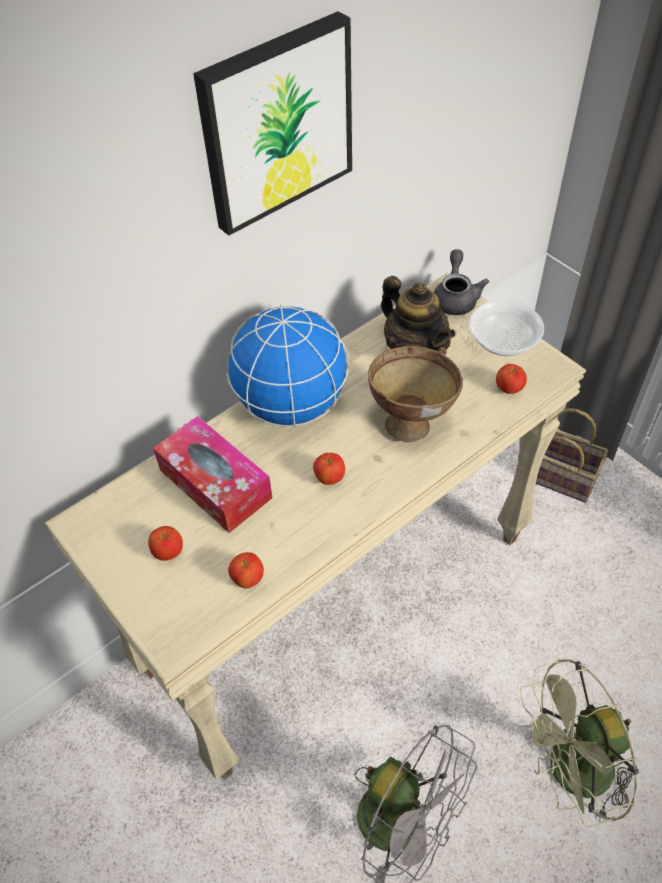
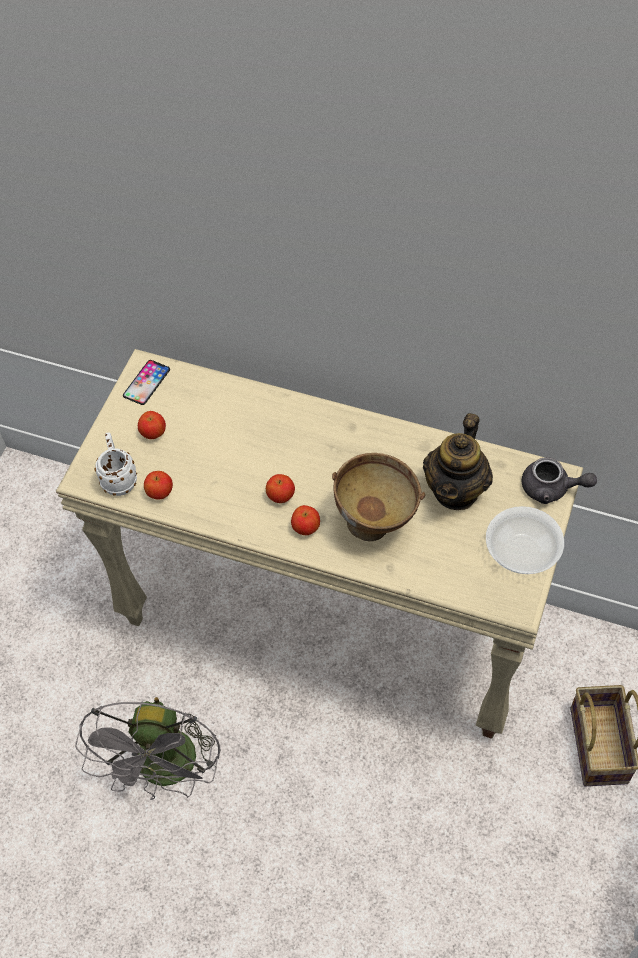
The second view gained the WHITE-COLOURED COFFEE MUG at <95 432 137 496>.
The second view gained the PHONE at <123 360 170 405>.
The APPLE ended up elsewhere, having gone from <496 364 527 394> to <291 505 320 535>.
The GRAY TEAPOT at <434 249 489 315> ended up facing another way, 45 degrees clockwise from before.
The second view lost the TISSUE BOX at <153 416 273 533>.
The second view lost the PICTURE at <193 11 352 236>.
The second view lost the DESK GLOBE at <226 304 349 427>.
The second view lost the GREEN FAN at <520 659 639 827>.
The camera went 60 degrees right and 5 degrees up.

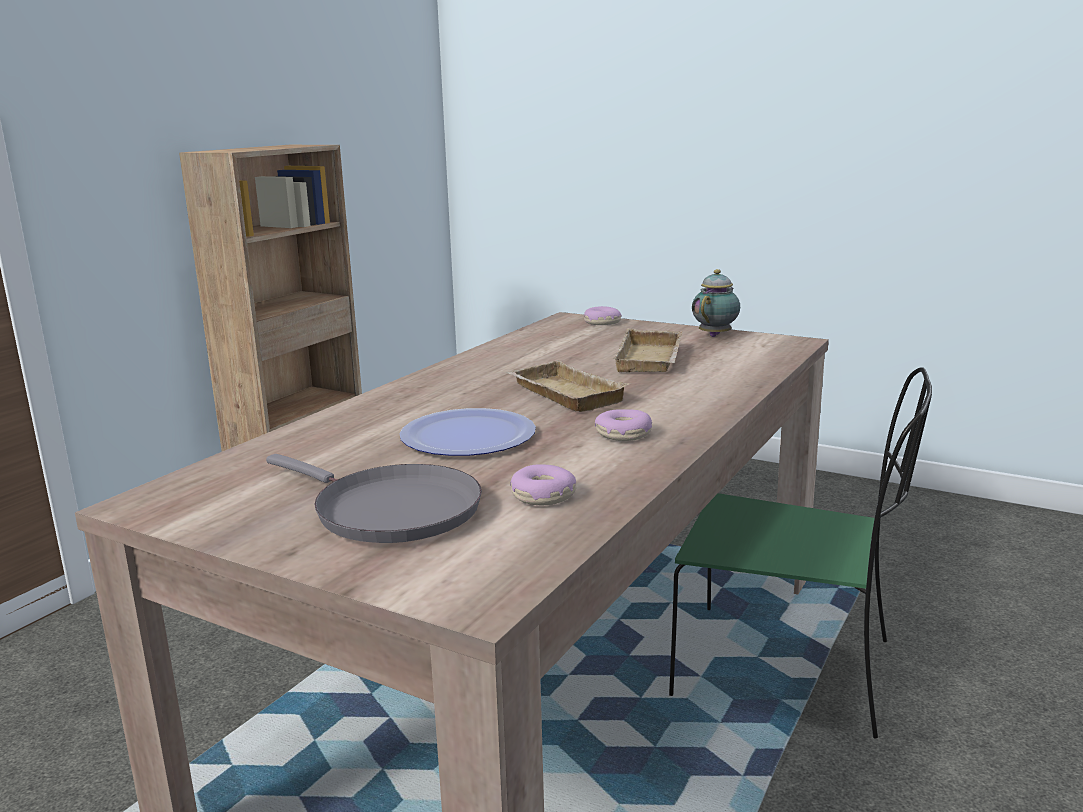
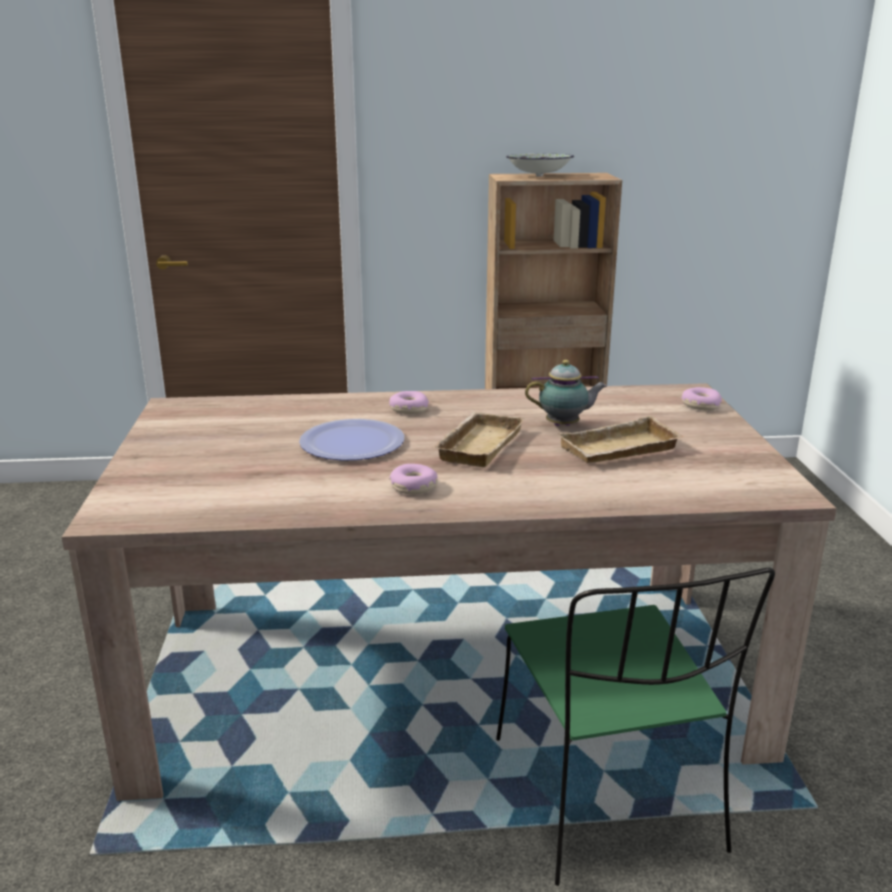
The DONUT ended up elsewhere, having gone from <510 464 577 506> to <390 391 429 414>.
The second view gained the BOWL at <506 154 574 176>.
The TEAPOT ended up elsewhere, having gone from <692 269 740 337> to <525 360 607 426>.
The second view lost the GRAY PAN at <266 454 482 543>.
The camera went 55 degrees right and 5 degrees up.

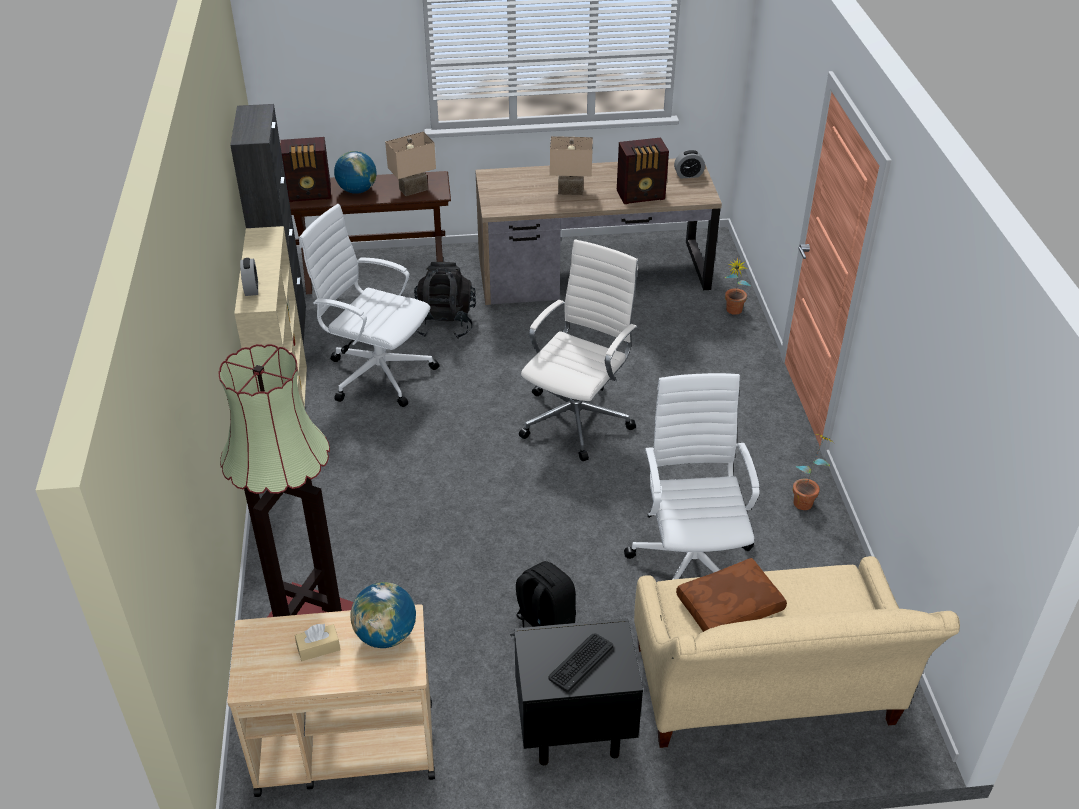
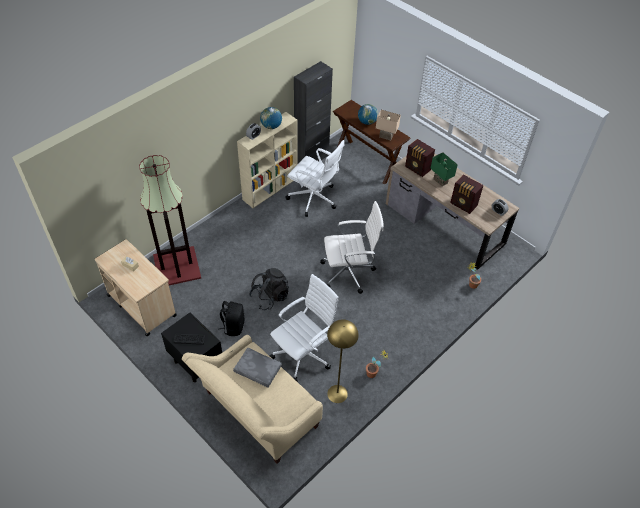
What was the BROWN-COLOURED PILLOW at <676 558 787 632> turned into the GRAY PILLOW at <233 348 282 388>.
The BLACK RUCKSACK ended up elsewhere, having gone from <414 262 476 339> to <249 268 289 310>.
The DESK GLOBE ended up elsewhere, having gone from <350 582 416 648> to <260 107 282 129>.
The WHITE-COLOURED COMPUTER CHAIR at <299 204 440 407> ended up facing another way, 135 degrees clockwise from before.
The second view gained the YELLOWISH FLOOR LAMP at <327 319 359 403>.
The RADIO ended up elsewhere, having gone from <280 137 331 202> to <405 139 435 177>.
What was the BEIGE-COLOURED LAMP FOR A TABLE at <550 136 593 195> turned into the GREEN LAMP FOR A TABLE at <430 152 458 186>.
The camera went 50 degrees right and 10 degrees up.

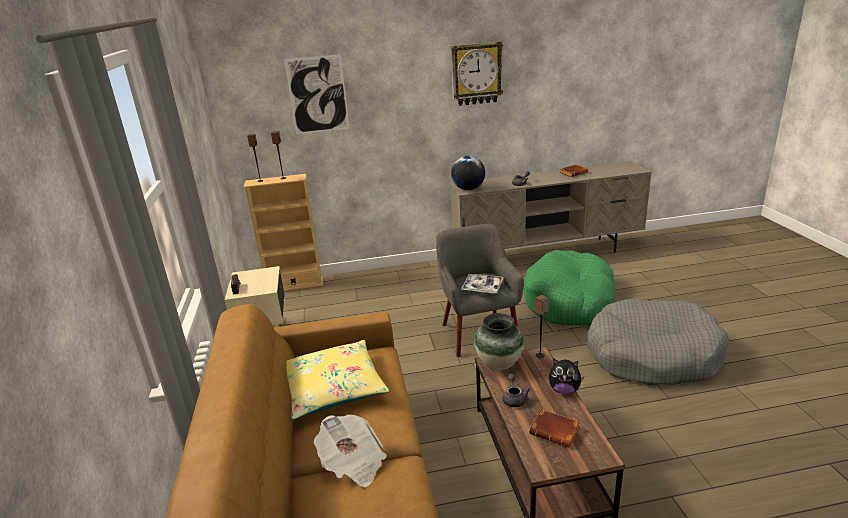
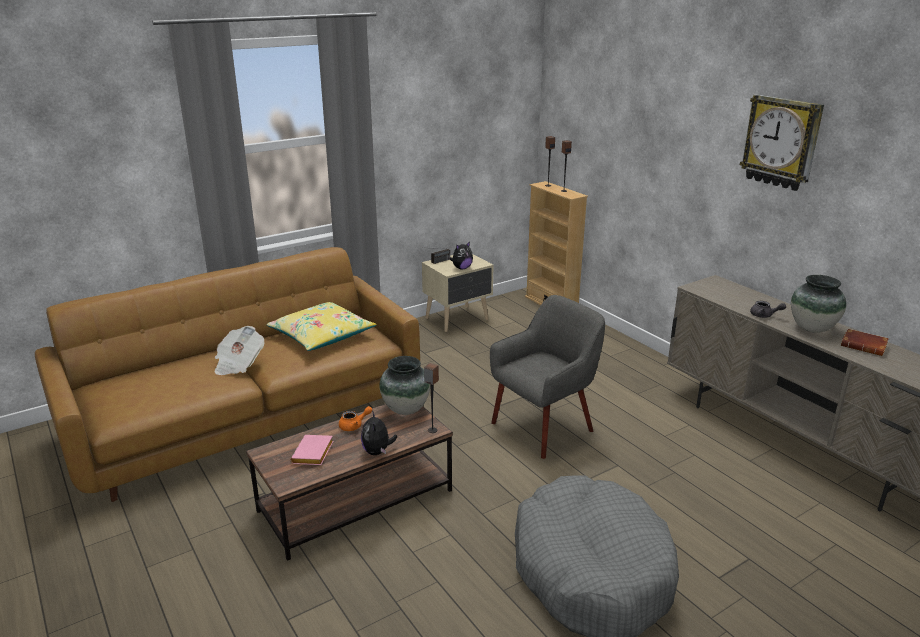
What was the BROWN-COLOURED BOOK at <529 409 580 448> turned into the PINKISH BOOK at <291 435 333 465>.
What was the GRAY TEAPOT at <502 373 531 407> turned into the ORANGE TEAPOT at <339 406 372 431>.
The second view gained the CUDDLY TOY at <450 242 473 269>.
The second view gained the FLOWER VASE at <791 275 846 333>.
The second view lost the PICTURE at <284 54 350 134>.
The second view lost the DESK GLOBE at <451 156 485 190>.
The second view lost the CARRYING TRAY at <461 274 504 293>.
The second view lost the GREEN PET BED at <523 250 615 326>.
The camera went 65 degrees right and 0 degrees up.

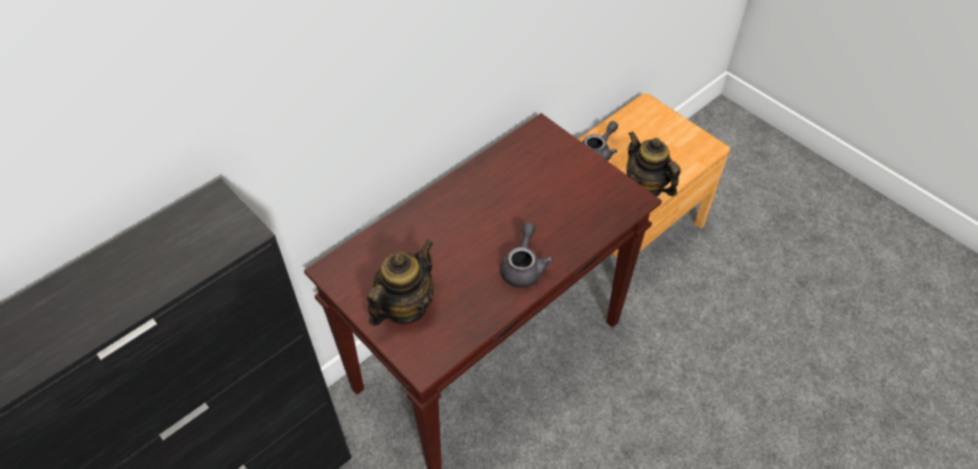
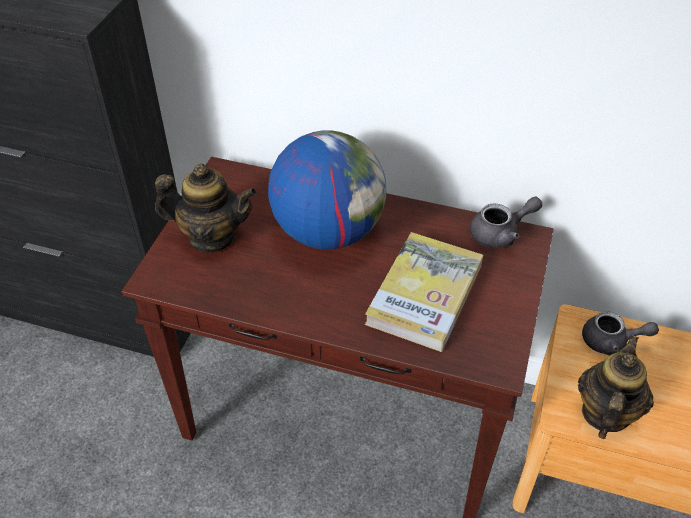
The second view gained the DESK GLOBE at <268 130 387 249>.
The second view gained the BOOK at <365 232 483 352>.
The GRAY TEAPOT ended up elsewhere, having gone from <500 222 553 288> to <470 197 542 248>.
The camera went 60 degrees right and 5 degrees down.

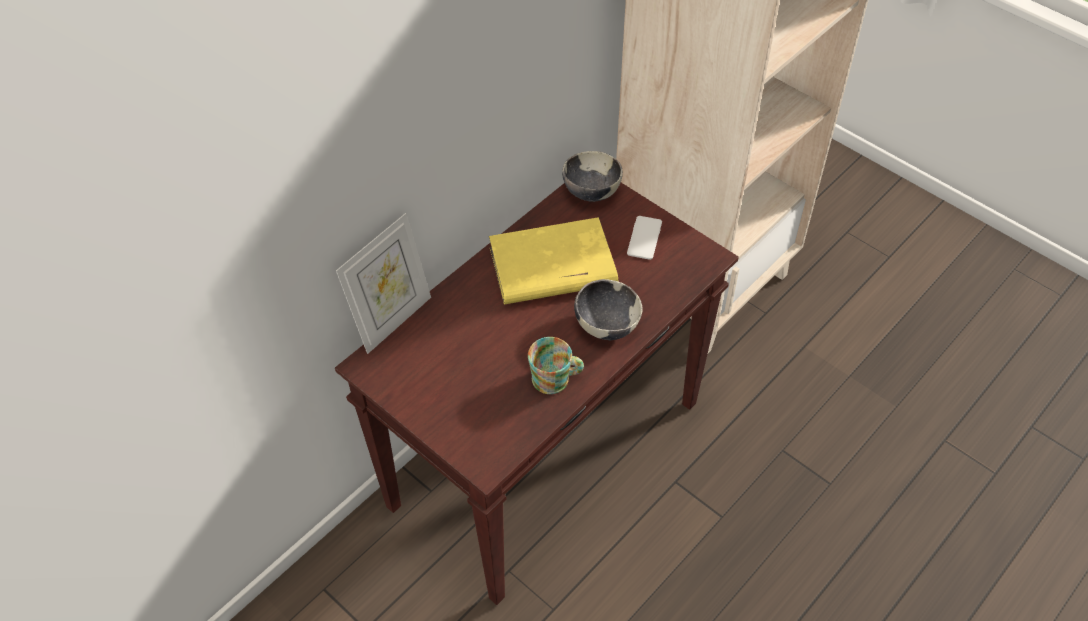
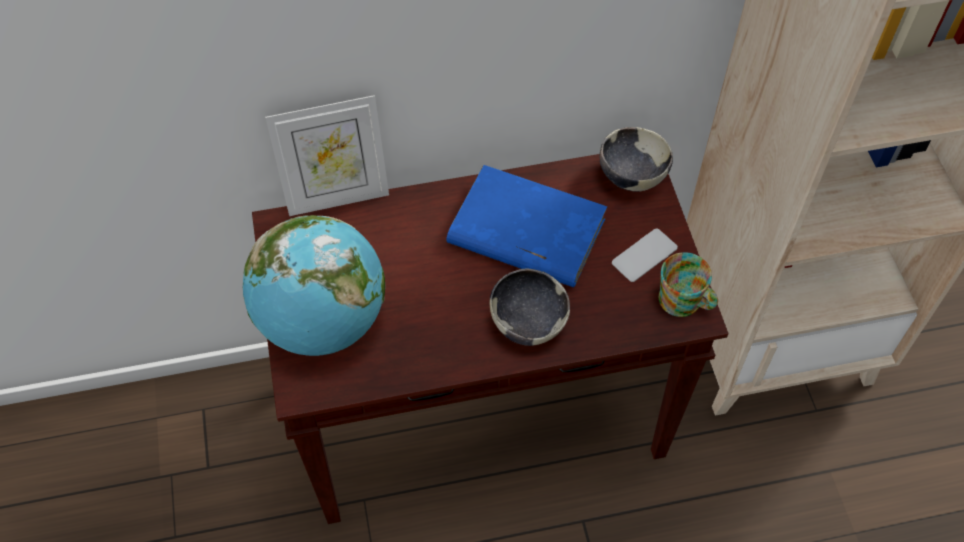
The second view gained the DESK GLOBE at <242 215 385 356>.
What was the YELLOWISH BOOK at <489 217 618 305> turned into the BLUE BOOK at <446 165 607 287>.
The COFFEE MUG ended up elsewhere, having gone from <528 337 584 394> to <659 252 718 317>.
The camera went 35 degrees right and 5 degrees up.

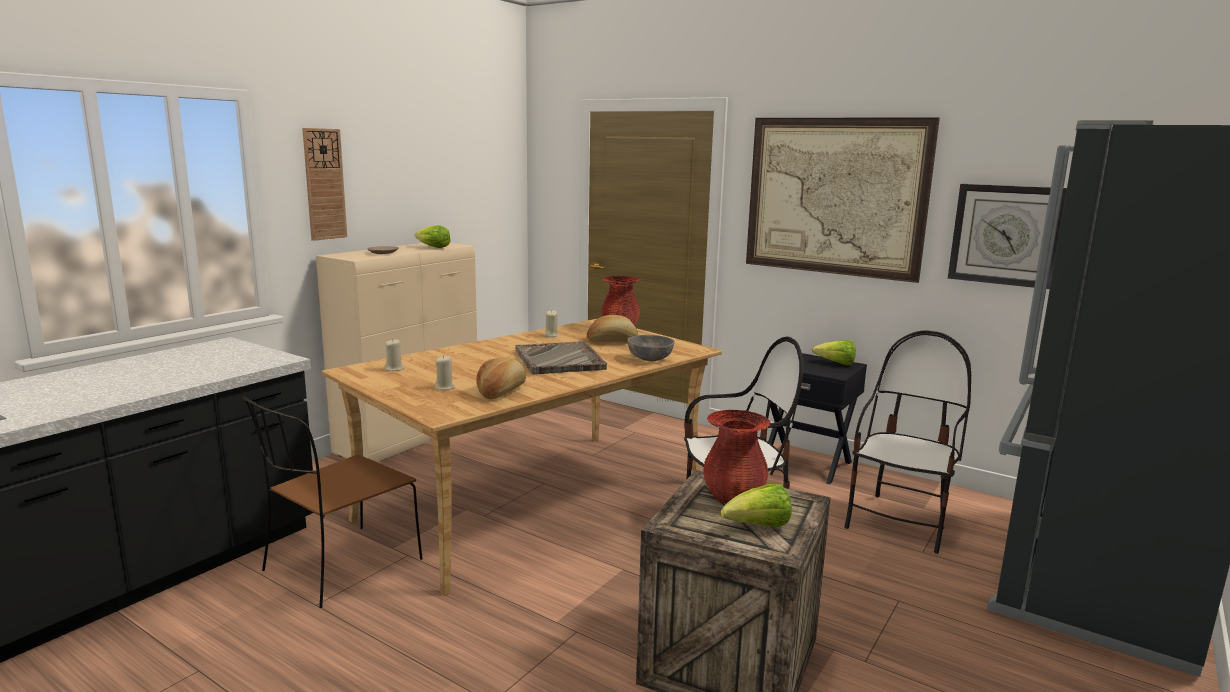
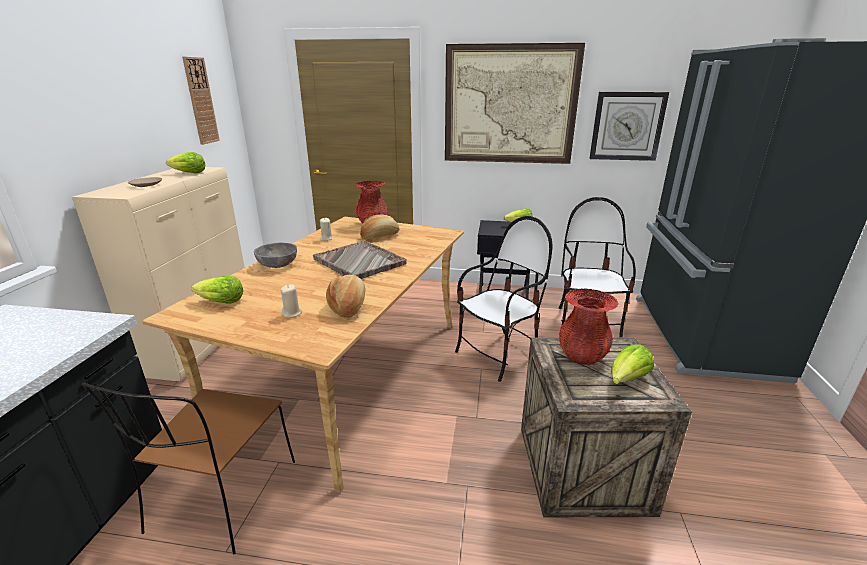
The HANGING CLOCK ended up elsewhere, having gone from <302 128 347 241> to <182 57 220 145>.
Where the BEIGE-COLOURED WAX LIGHT stood at <384 339 405 371>, the HEAD OF LETTUCE came to stand at <191 276 243 304>.
The GRAY BOWL ended up elsewhere, having gone from <628 335 674 361> to <254 242 297 268>.
The camera went 25 degrees left and 10 degrees up.

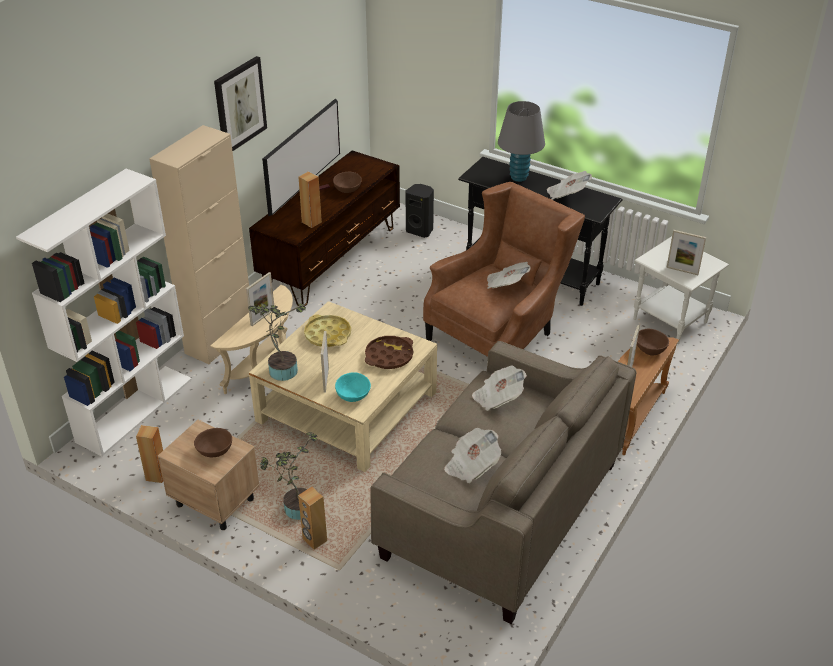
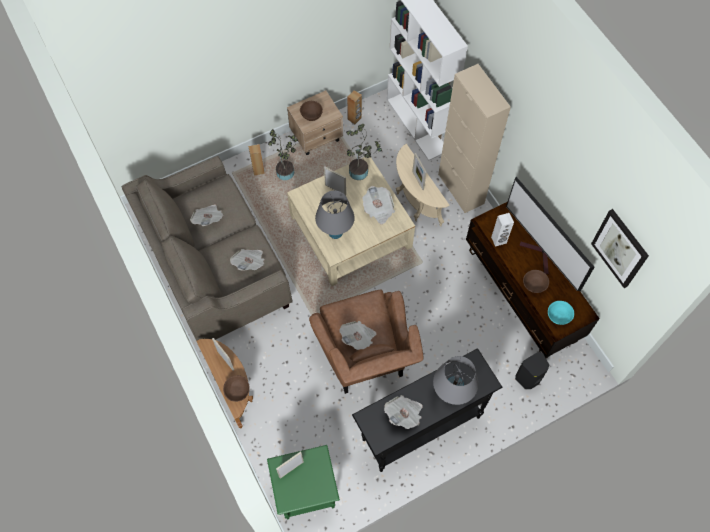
What was the WHITE-COLOURED END TABLE at <634 236 729 344> turned into the GREEN END TABLE at <267 445 340 519>.
Where the BROWN-COLOURED CARRYING TRAY stood at <365 336 413 369>, the GRAY LAMP FOR A TABLE came to stand at <315 191 355 239>.
Where the YELLOWISH CARRYING TRAY stood at <304 315 351 347>, the NEWSPAPER came to stand at <362 186 395 224>.
What was the BROWN-COLOURED LOUDSPEAKER at <299 171 322 228> turned into the WHITE-COLOURED LOUDSPEAKER at <491 213 514 246>.
The TURQUOISE BOWL ended up elsewhere, having gone from <335 372 371 402> to <548 301 574 325>.
The PICTURE ended up elsewhere, having gone from <214 56 267 151> to <591 209 649 288>.
The camera went 120 degrees right and 25 degrees up.

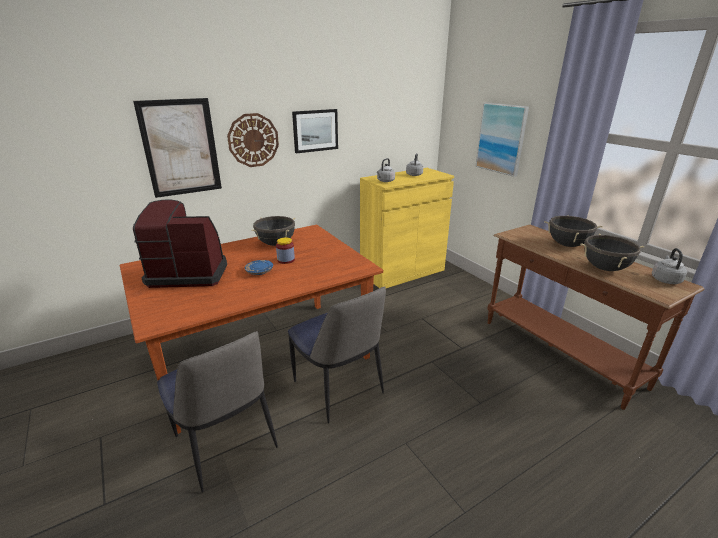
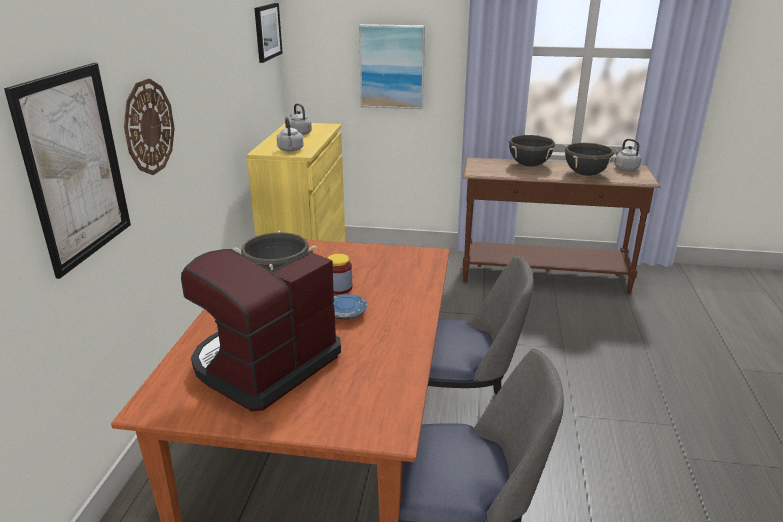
The PICTURE ended up elsewhere, having gone from <292 109 338 153> to <254 3 282 63>.
The camera went 50 degrees left and 0 degrees up.

